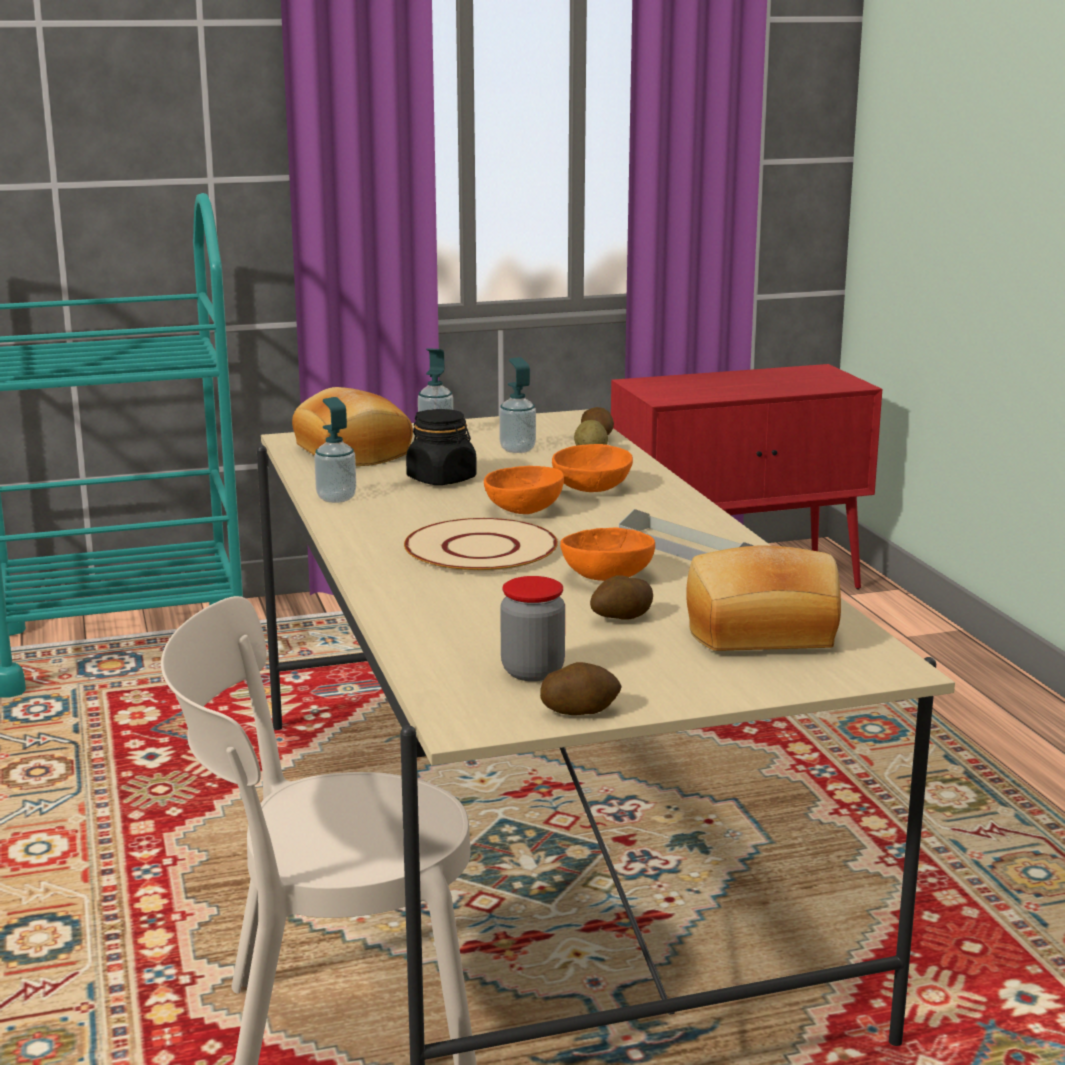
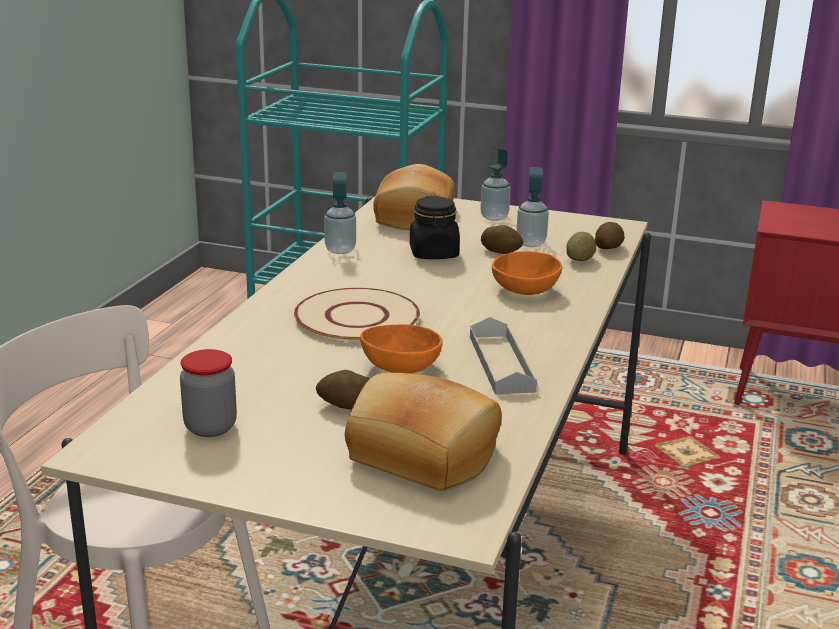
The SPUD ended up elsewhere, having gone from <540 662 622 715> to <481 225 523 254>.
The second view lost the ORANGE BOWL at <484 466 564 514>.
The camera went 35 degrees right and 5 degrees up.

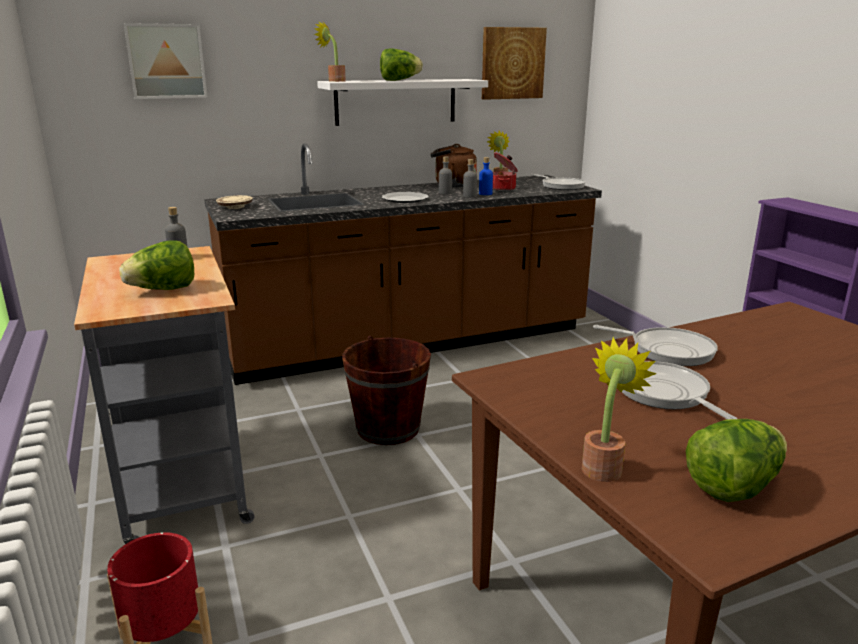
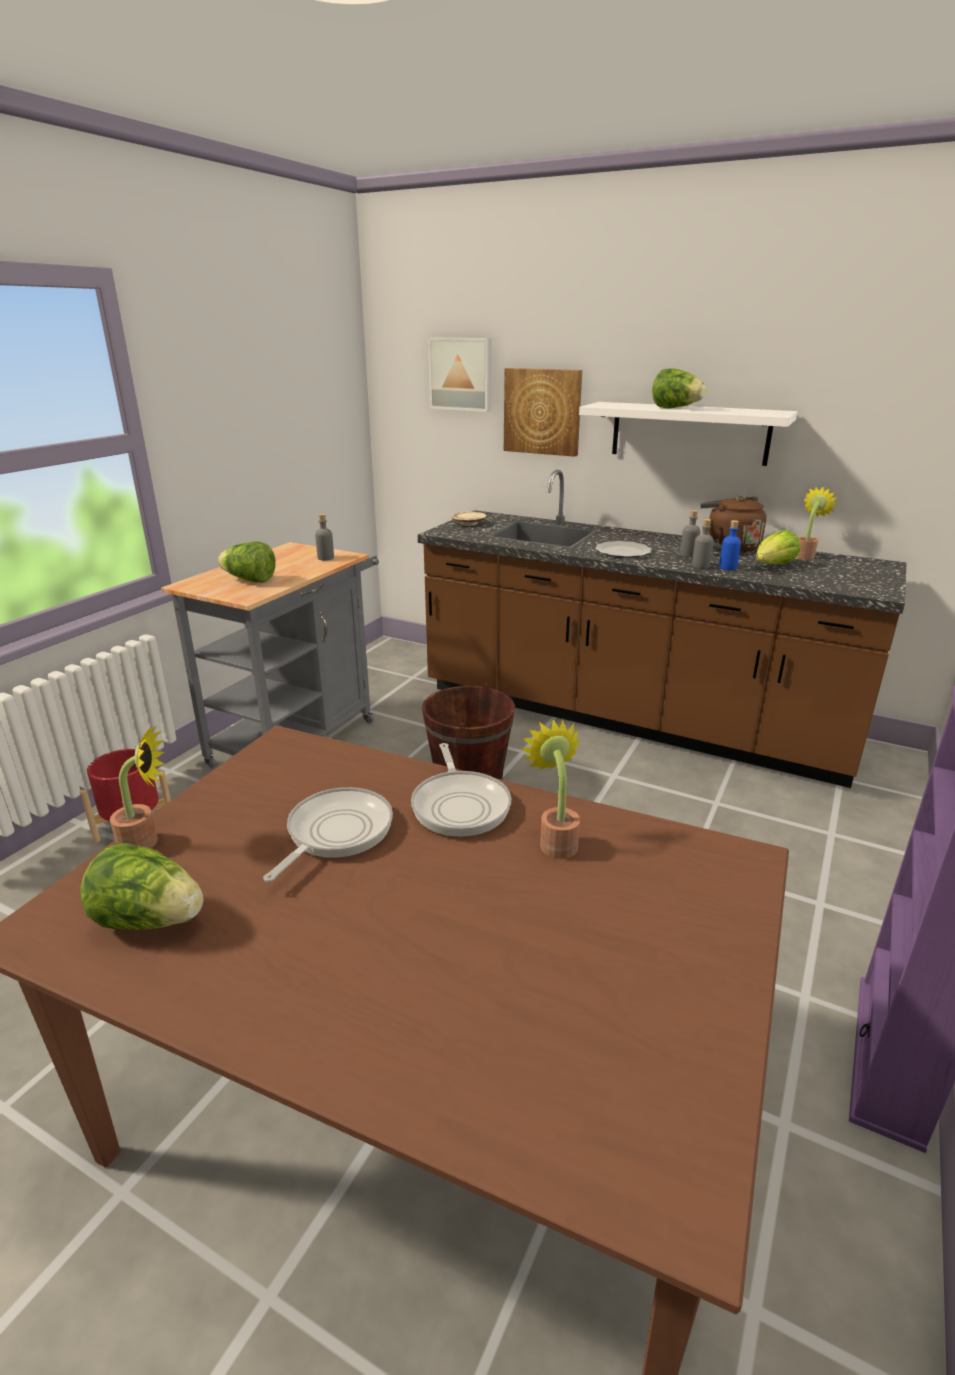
The PICTURE ended up elsewhere, having gone from <482 27 547 100> to <504 368 582 457>.
The PLANT IN A POT ended up elsewhere, having gone from <314 21 346 82> to <520 719 581 859>.
Where the STOCKPOT stood at <493 152 518 191>, the HEAD OF LETTUCE came to stand at <756 530 800 564>.
The second view lost the PAN at <530 174 586 190>.
The camera went 50 degrees right and 5 degrees up.

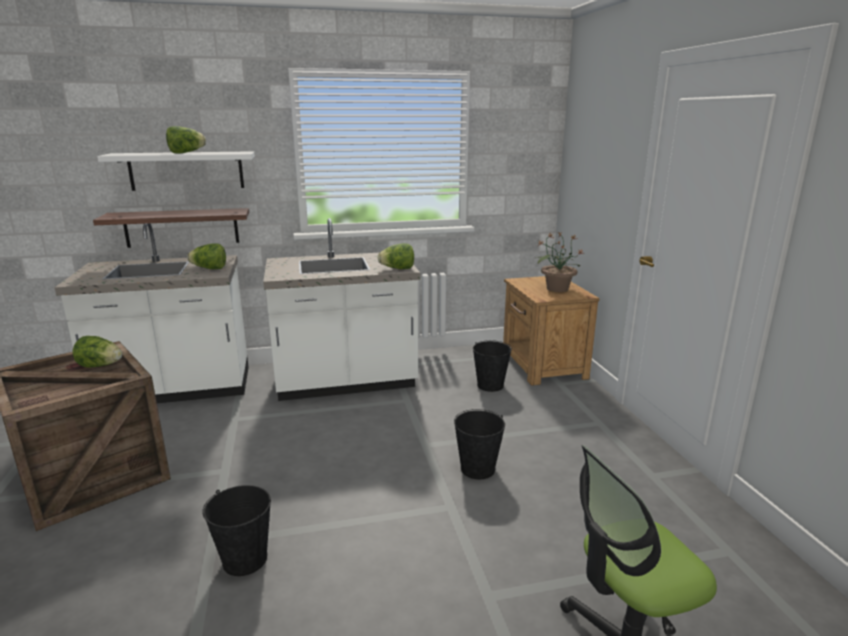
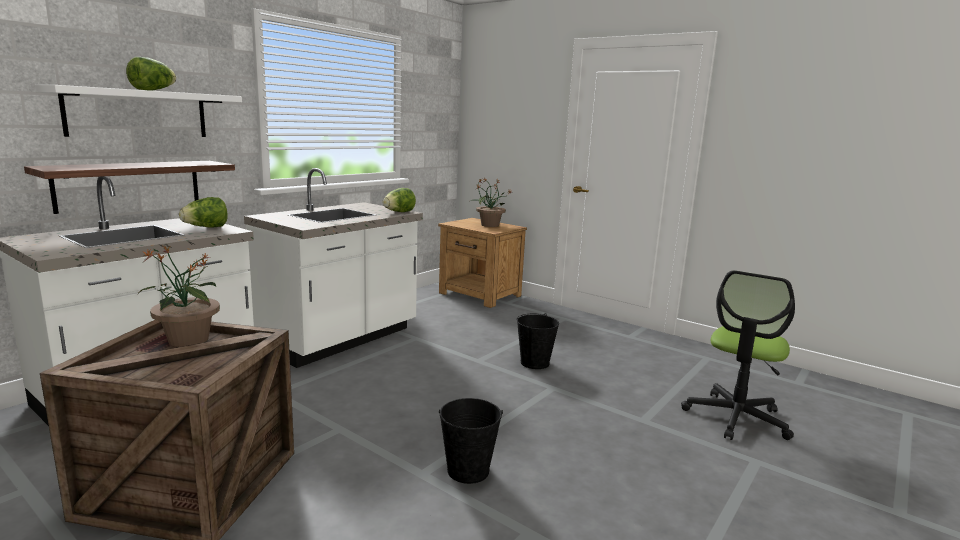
Where the HEAD OF LETTUCE stood at <73 336 122 368>, the PLANT IN A POT came to stand at <138 245 220 347>.
The second view lost the BLACK PAIL at <473 340 512 392>.
The camera went 40 degrees left and 5 degrees down.

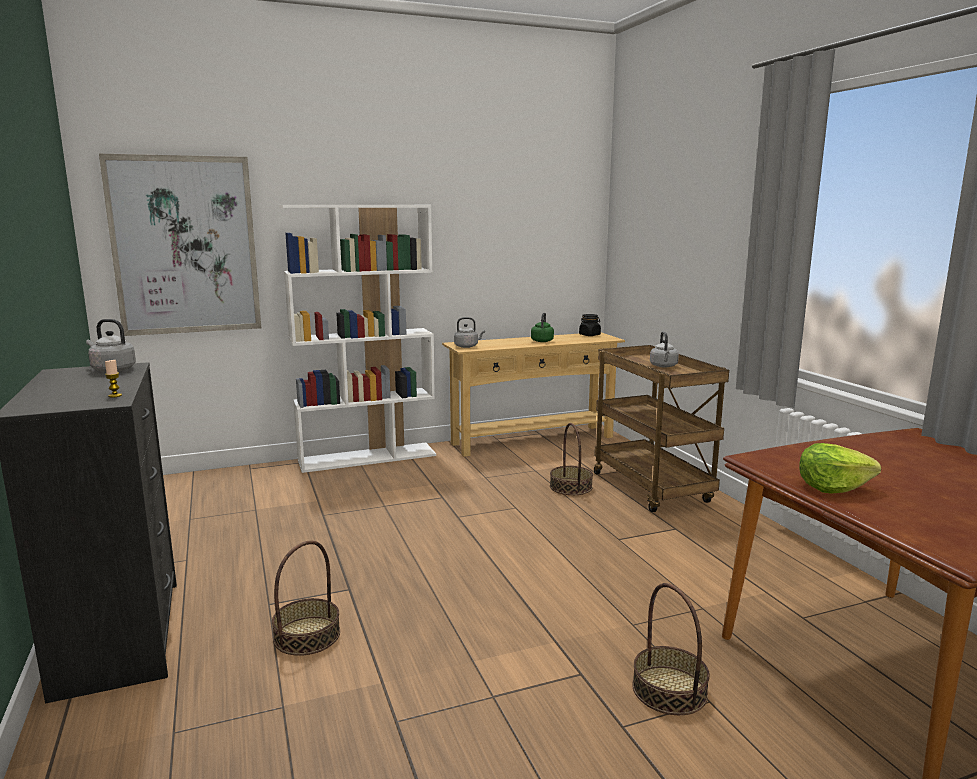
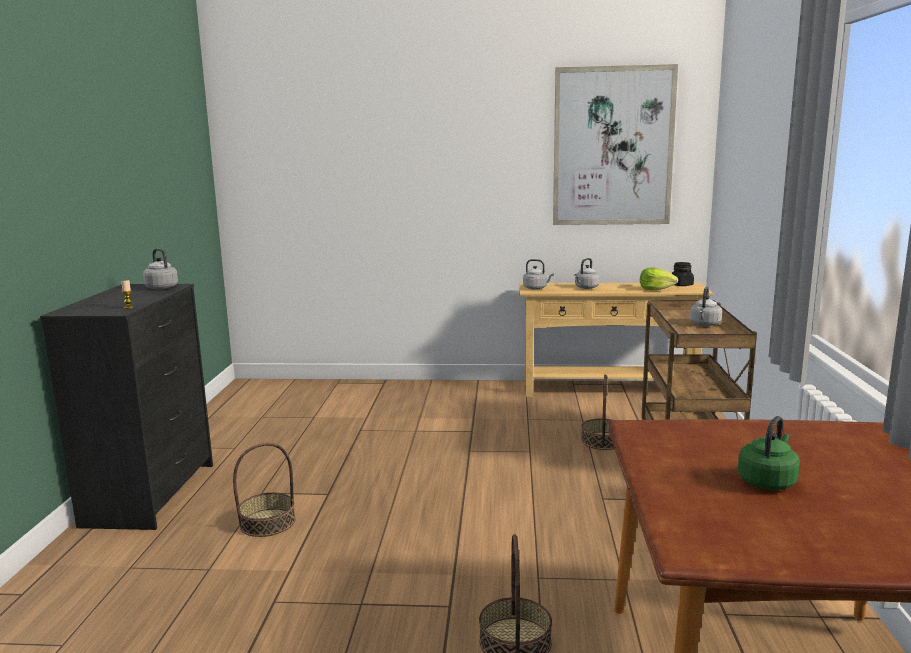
The PICTURE ended up elsewhere, having gone from <99 154 261 336> to <553 64 678 225>.
The second view gained the GRAY KETTLE at <574 258 600 289>.
The HEAD OF LETTUCE ended up elsewhere, having gone from <799 443 881 494> to <640 267 678 291>.
The GREEN KETTLE ended up elsewhere, having gone from <531 313 554 342> to <738 416 800 490>.
The second view lost the WHITE-COLOURED SHELVING UNIT at <279 205 436 473>.
The camera went 25 degrees right and 0 degrees up.

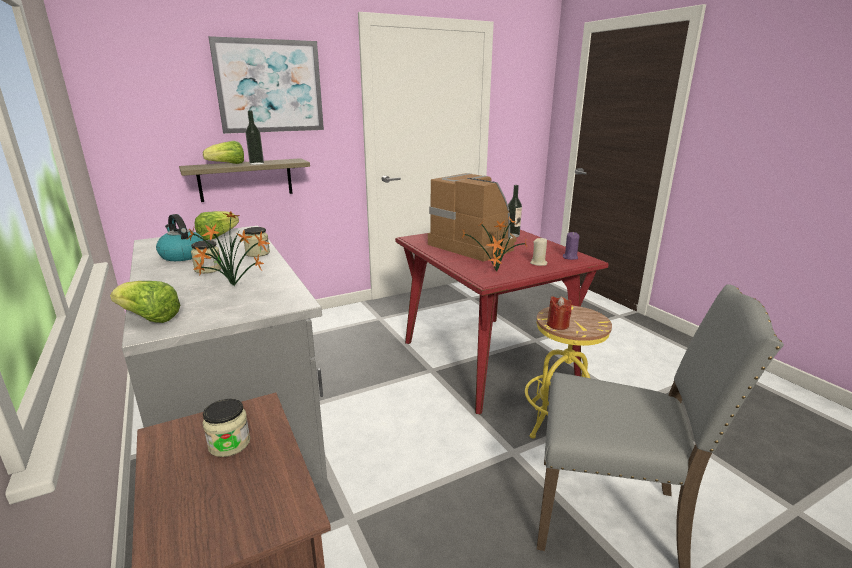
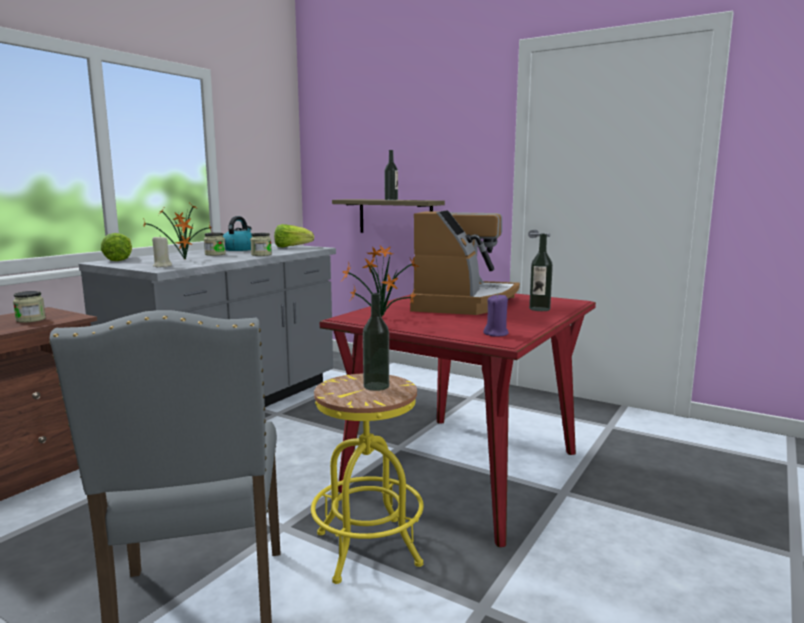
The BEIGE-COLOURED WAX LIGHT ended up elsewhere, having gone from <530 238 548 266> to <152 237 172 267>.
The second view gained the DRINK BOTTLE at <363 293 389 391>.
The second view lost the HEAD OF LETTUCE at <203 141 244 164>.
The second view lost the PICTURE at <209 36 324 134>.
The second view lost the RED WAX LIGHT at <547 296 572 330>.
The camera went 60 degrees right and 10 degrees down.

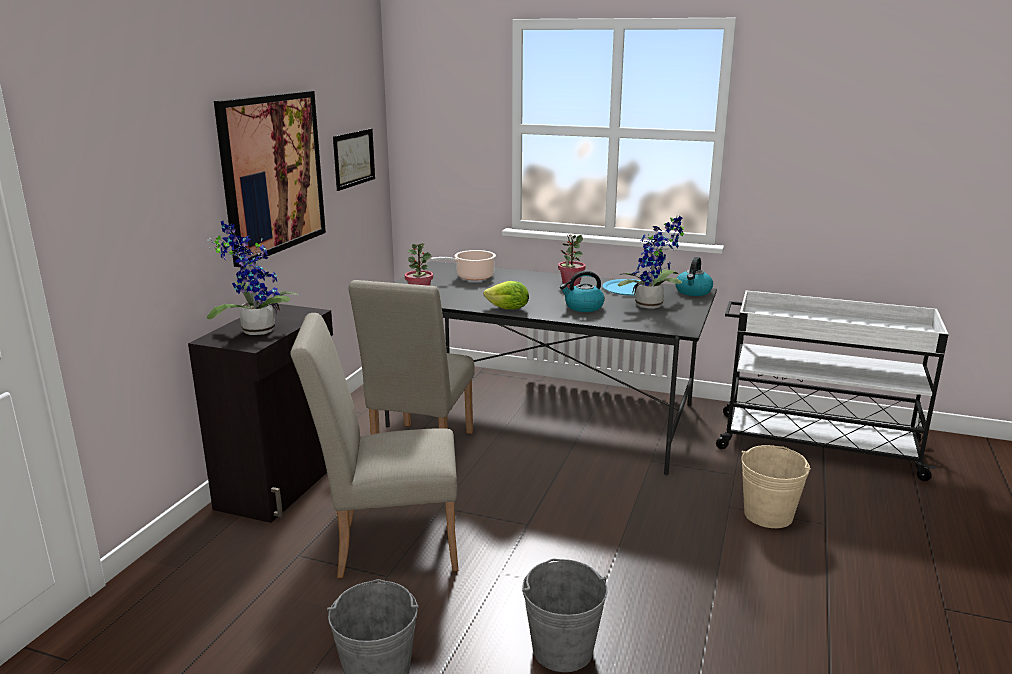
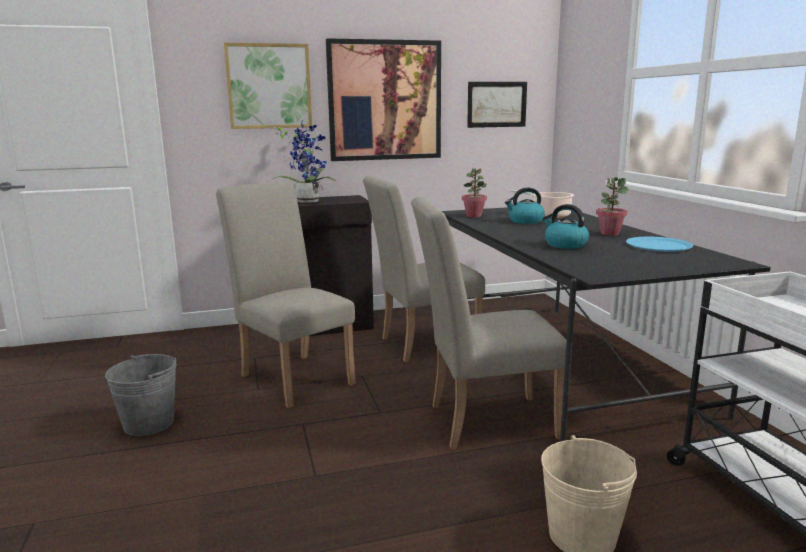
The second view gained the PICTURE at <224 42 312 129>.
The second view gained the BEIGE-COLOURED UPRIGHT CHAIR at <411 197 567 450>.
The KETTLE ended up elsewhere, having gone from <675 257 713 296> to <505 187 545 224>.
The second view lost the HEAD OF LETTUCE at <483 281 529 309>.
The second view lost the GRAY PAIL at <522 558 607 672>.
The second view lost the PLANT IN A POT at <618 216 684 309>.
The camera went 55 degrees right and 5 degrees down.

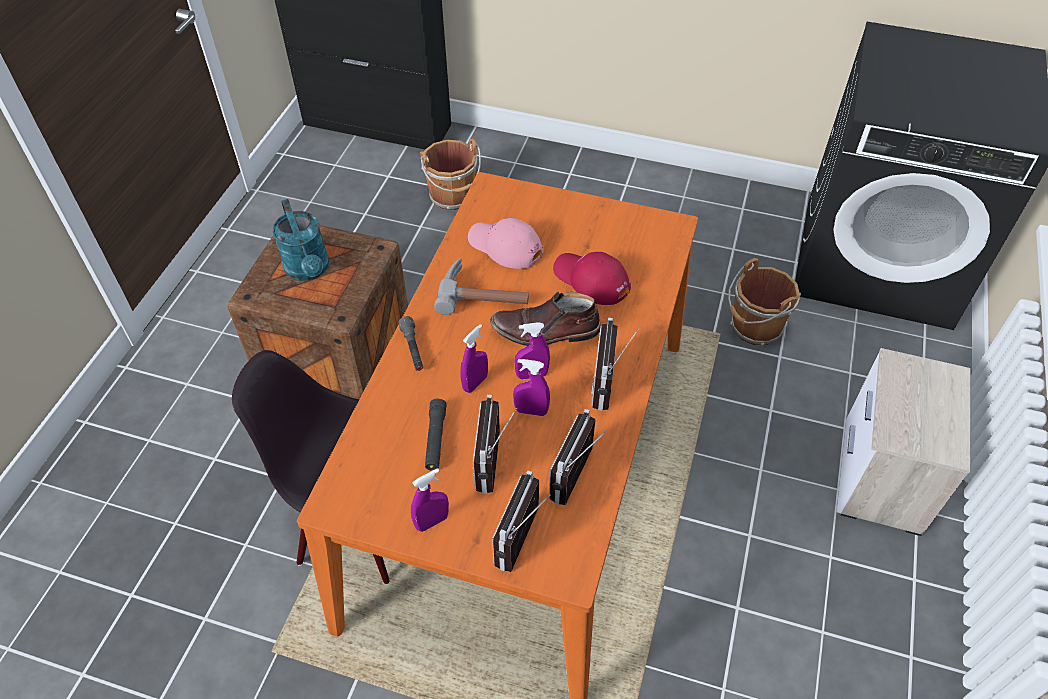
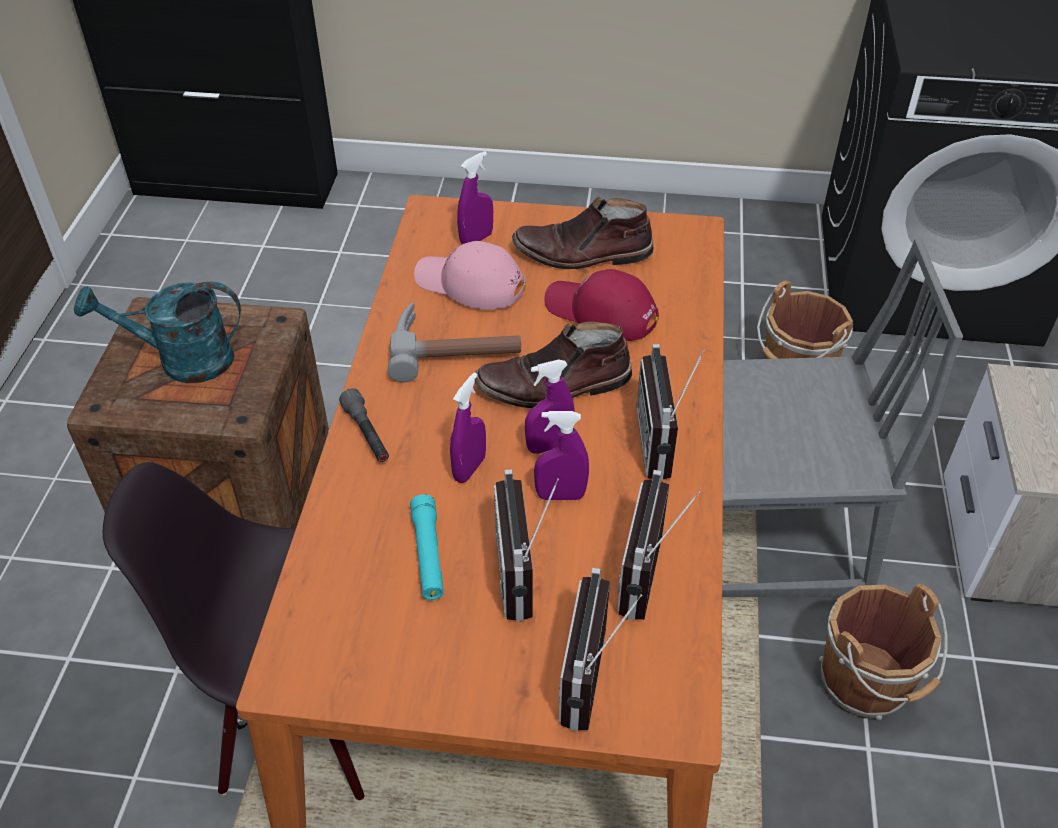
The TURQUOISE SPRINKLING CAN at <272 199 329 281> ended up facing another way, 120 degrees clockwise from before.
What was the BLACK FLASHLIGHT at <425 399 447 471> turned into the TURQUOISE FLASHLIGHT at <410 494 444 600>.
The PURPLE-COLOURED SPRAY BOTTLE ended up elsewhere, having gone from <411 468 449 532> to <457 151 493 244>.
The second view gained the BROWN-COLOURED TALL BOOT at <512 197 654 269>.
The second view gained the GRAY UPRIGHT CHAIR at <722 238 963 597>.
The BROWN-COLOURED PAIL ended up elsewhere, having gone from <420 138 481 210> to <819 584 947 720>.
The camera went 10 degrees left and 5 degrees down.

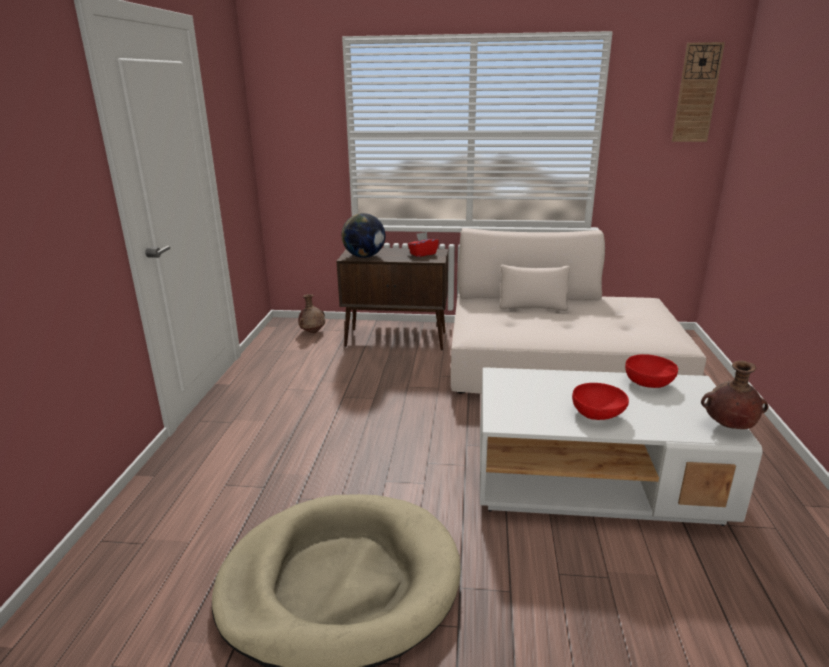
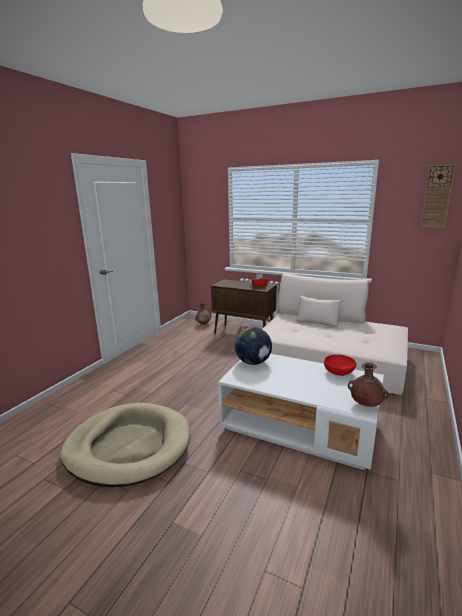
The DESK GLOBE ended up elsewhere, having gone from <341 213 385 258> to <235 327 272 365>.
The second view lost the RED BOWL at <572 383 629 420>.
The camera went 20 degrees right and 5 degrees down.

